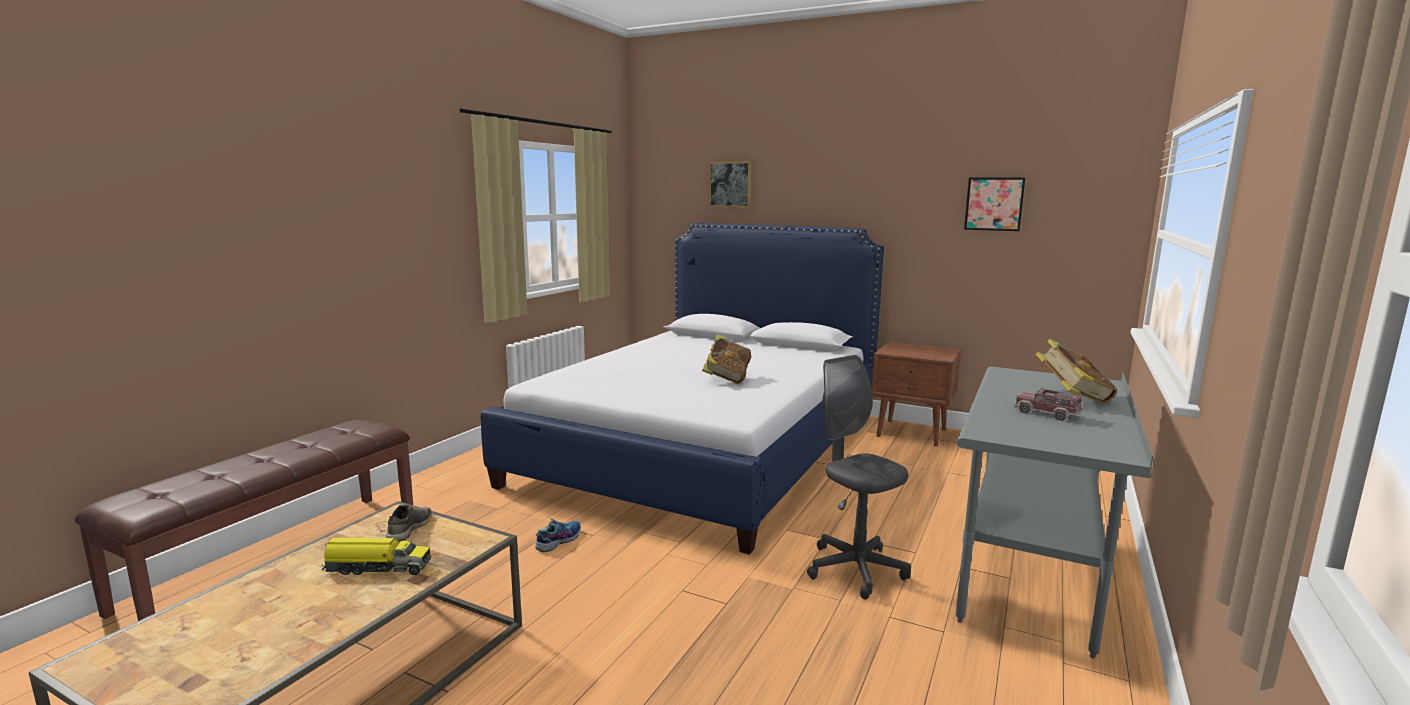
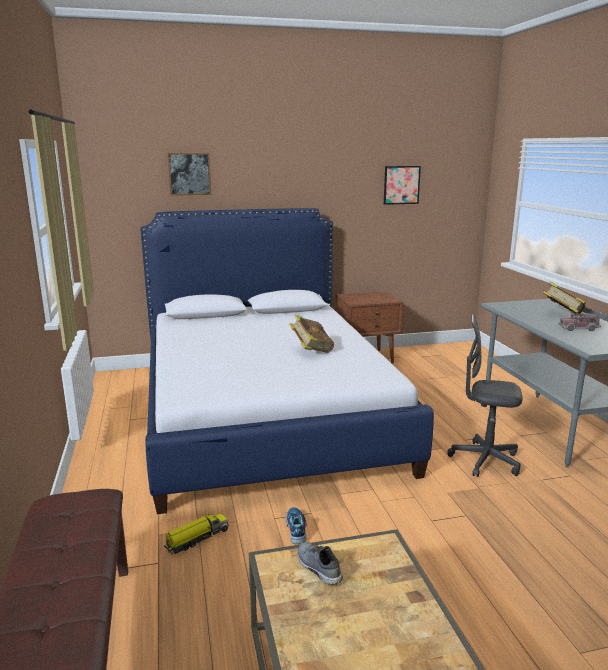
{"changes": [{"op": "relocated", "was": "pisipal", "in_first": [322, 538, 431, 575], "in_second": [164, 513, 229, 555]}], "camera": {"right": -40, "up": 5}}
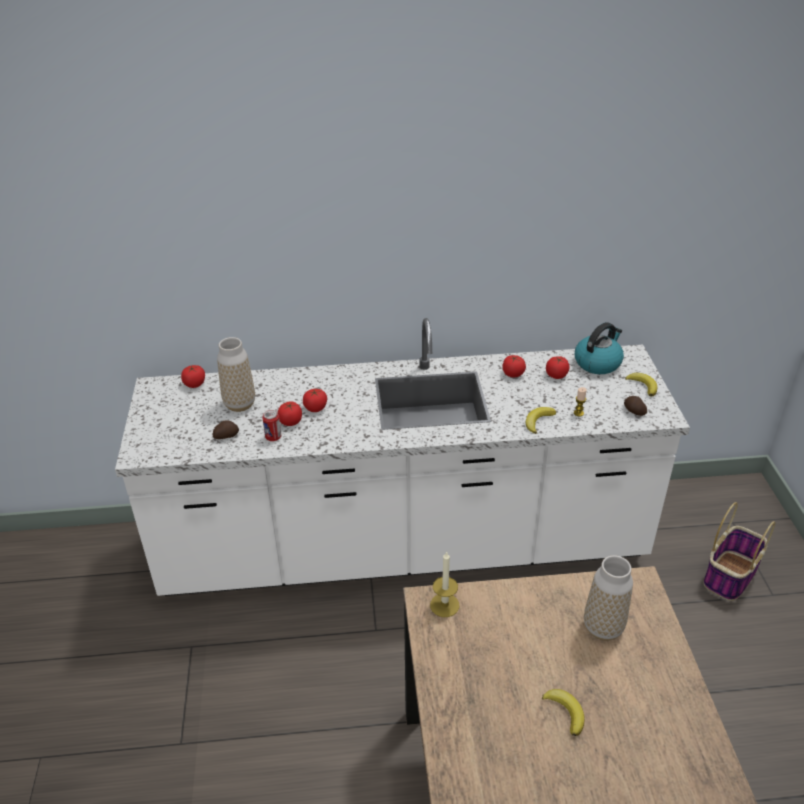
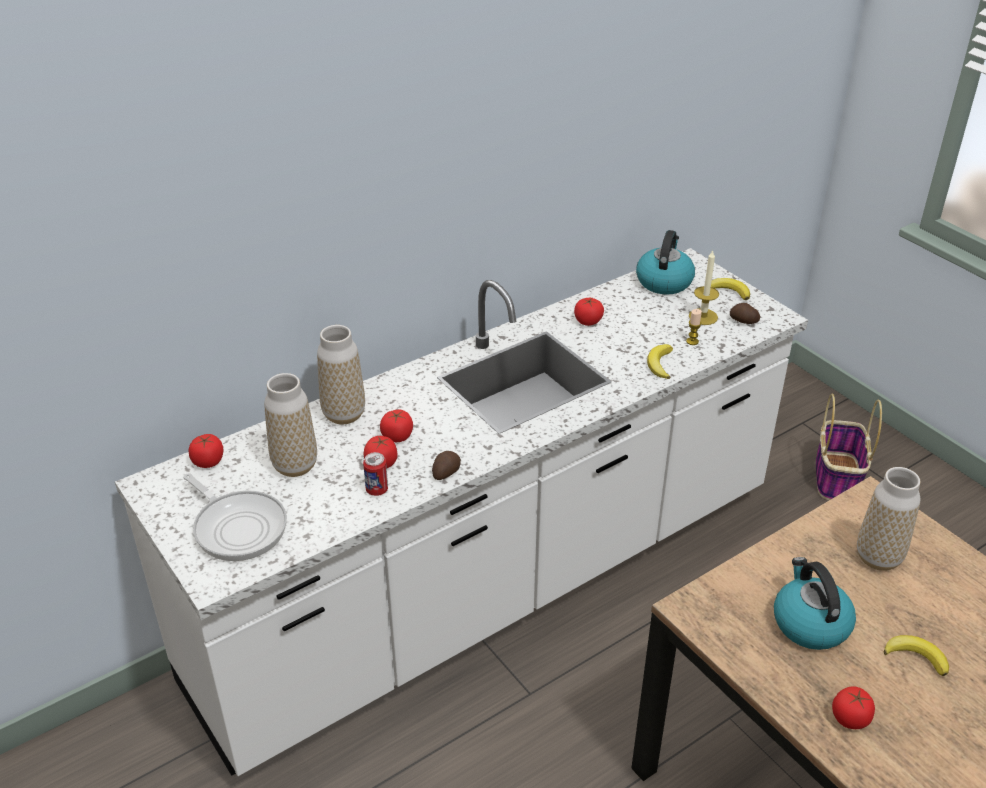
{"changes": [{"op": "relocated", "was": "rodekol", "in_first": [546, 356, 569, 379], "in_second": [832, 686, 875, 729]}, {"op": "relocated", "was": "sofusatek", "in_first": [213, 420, 239, 439], "in_second": [432, 451, 461, 480]}, {"op": "relocated", "was": "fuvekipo", "in_first": [430, 551, 459, 617], "in_second": [689, 250, 719, 325]}, {"op": "appeared", "now": "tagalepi", "in_second": [317, 325, 365, 424]}, {"op": "appeared", "now": "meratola", "in_second": [183, 473, 287, 561]}, {"op": "appeared", "now": "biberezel", "in_second": [774, 557, 856, 650]}], "camera": {"right": -30, "up": 0}}
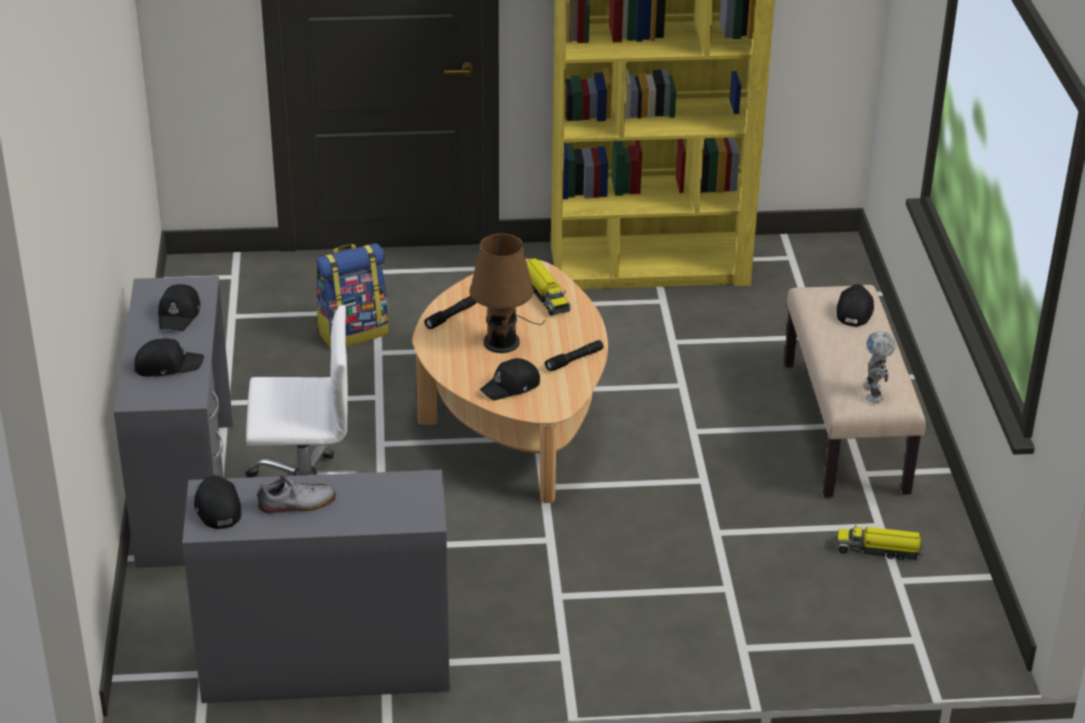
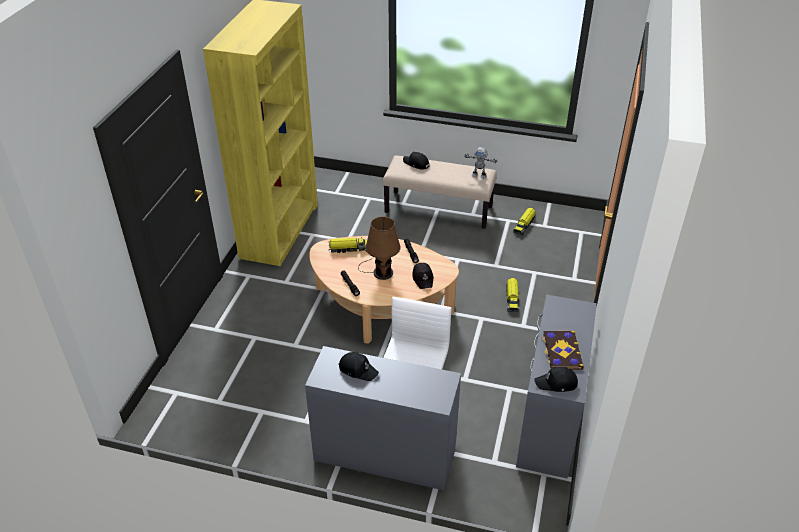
{"changes": [{"op": "missing", "was": "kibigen", "in_first": [315, 243, 389, 348]}, {"op": "missing", "was": "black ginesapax", "in_first": [134, 338, 204, 377]}, {"op": "exchanged", "was": "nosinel", "now": "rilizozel", "in_first": [257, 475, 336, 514], "in_second": [541, 331, 584, 370]}, {"op": "appeared", "now": "pisipal", "in_second": [506, 278, 519, 312]}], "camera": {"right": -70, "up": 5}}
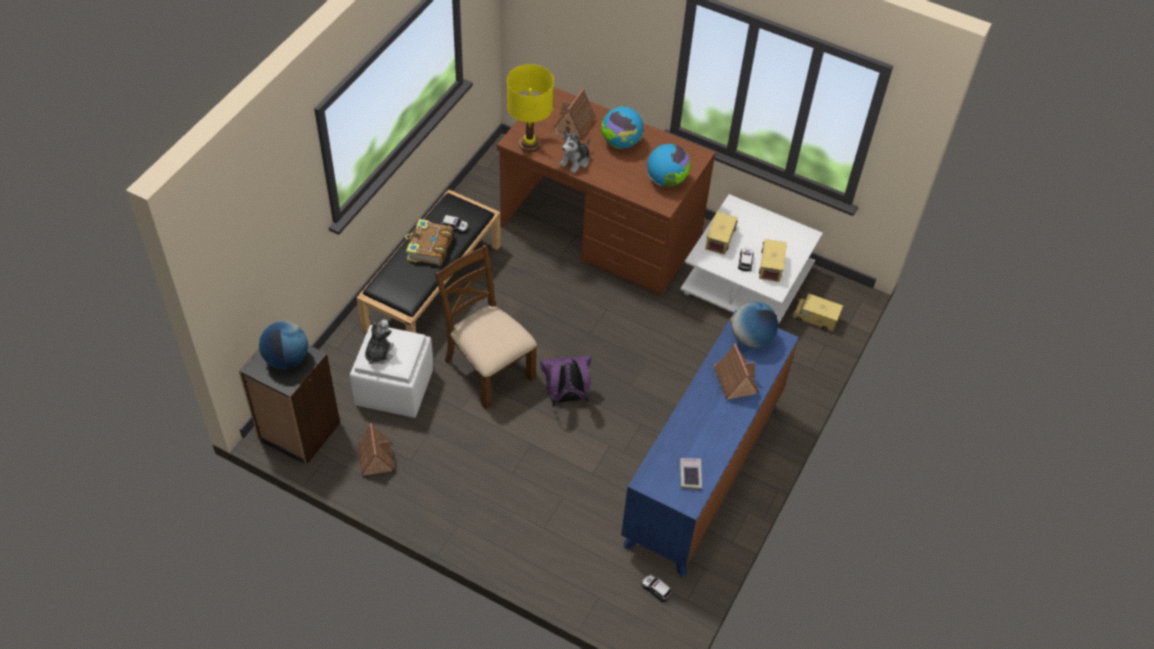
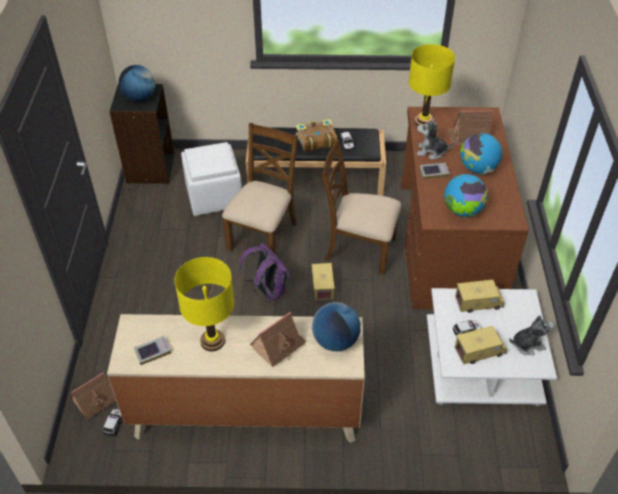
{"changes": [{"op": "relocated", "was": "pisipal", "in_first": [792, 293, 843, 331], "in_second": [311, 263, 335, 300]}, {"op": "colour", "was": "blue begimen", "now": "beige begimen", "in_first": [621, 310, 799, 577], "in_second": [107, 314, 365, 443]}, {"op": "relocated", "was": "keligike", "in_first": [365, 319, 394, 364], "in_second": [509, 315, 554, 355]}, {"op": "relocated", "was": "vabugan", "in_first": [357, 423, 395, 476], "in_second": [71, 372, 116, 420]}, {"op": "appeared", "now": "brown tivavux", "in_second": [321, 140, 401, 275]}, {"op": "appeared", "now": "rilizozel", "in_second": [420, 163, 450, 179]}, {"op": "appeared", "now": "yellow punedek", "in_second": [174, 257, 234, 351]}], "camera": {"right": 65, "up": -5}}
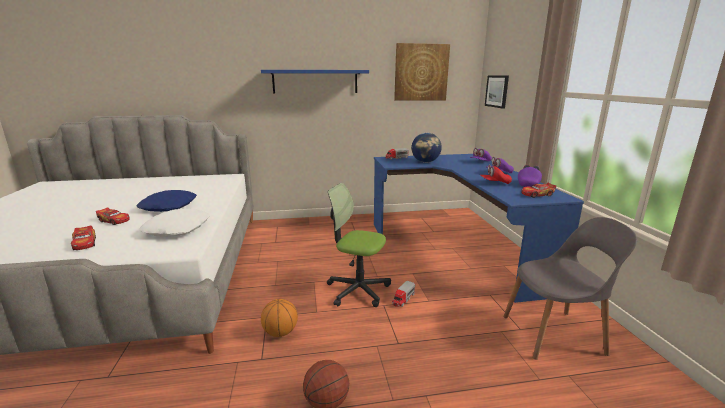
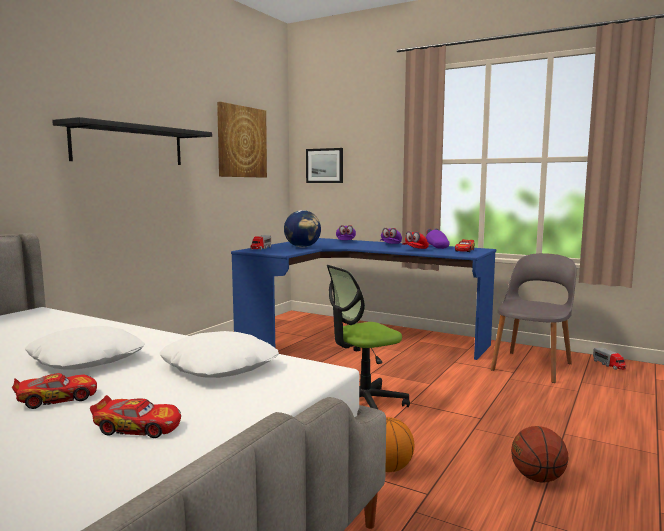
{"changes": [{"op": "colour", "was": "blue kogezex", "now": "black kogezex", "in_first": [261, 70, 369, 94], "in_second": [52, 117, 212, 165]}, {"op": "colour", "was": "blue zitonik", "now": "white zitonik", "in_first": [137, 190, 197, 212], "in_second": [25, 326, 145, 369]}, {"op": "relocated", "was": "pisipal", "in_first": [392, 281, 415, 307], "in_second": [593, 348, 626, 370]}], "camera": {"right": -50, "up": -10}}
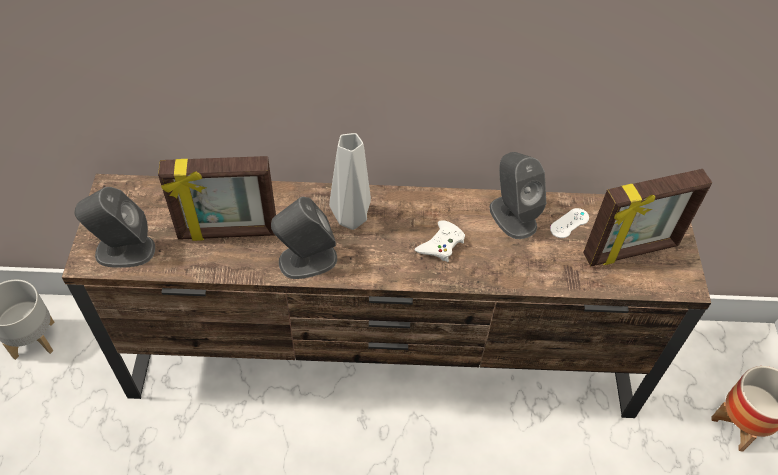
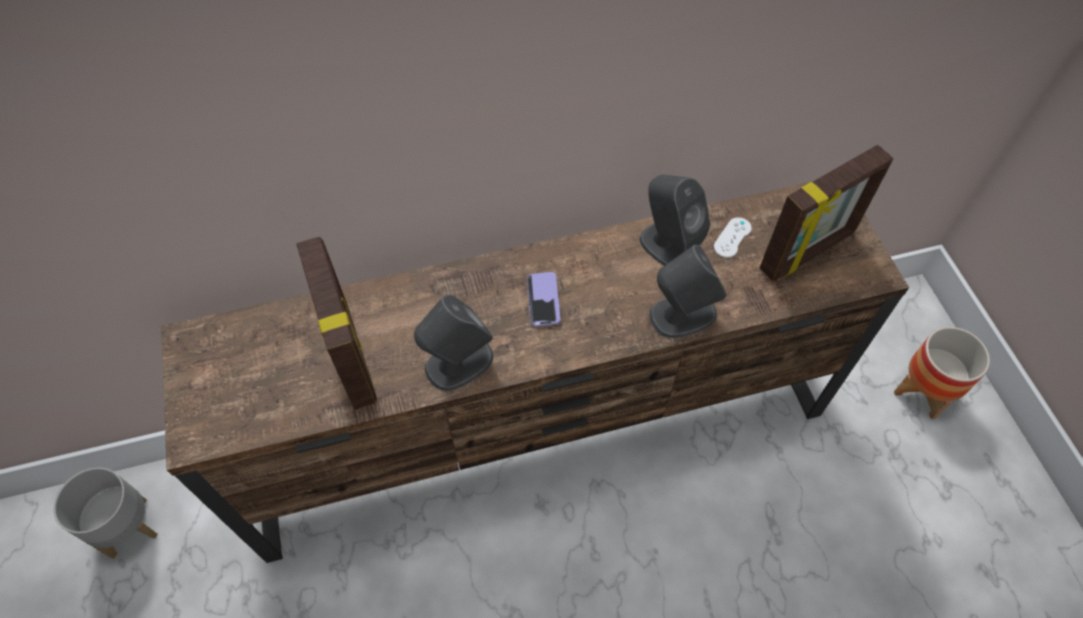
{"changes": [{"op": "missing", "was": "grey tagalepi", "in_first": [329, 133, 371, 230]}, {"op": "spun", "was": "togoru", "in_first": [158, 156, 276, 241], "in_second": [296, 237, 377, 410], "clockwise": -90}, {"op": "relocated", "was": "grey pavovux", "in_first": [75, 187, 155, 268], "in_second": [649, 245, 727, 338]}, {"op": "missing", "was": "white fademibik", "in_first": [414, 220, 465, 262]}, {"op": "appeared", "now": "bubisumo", "in_second": [527, 272, 561, 327]}], "camera": {"right": -15, "up": 5}}
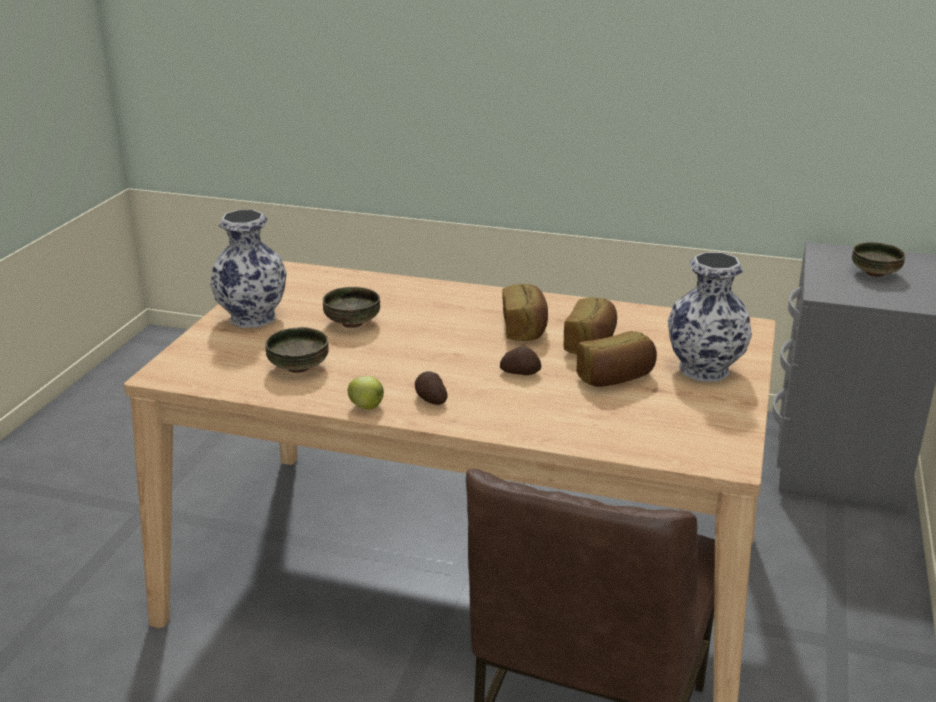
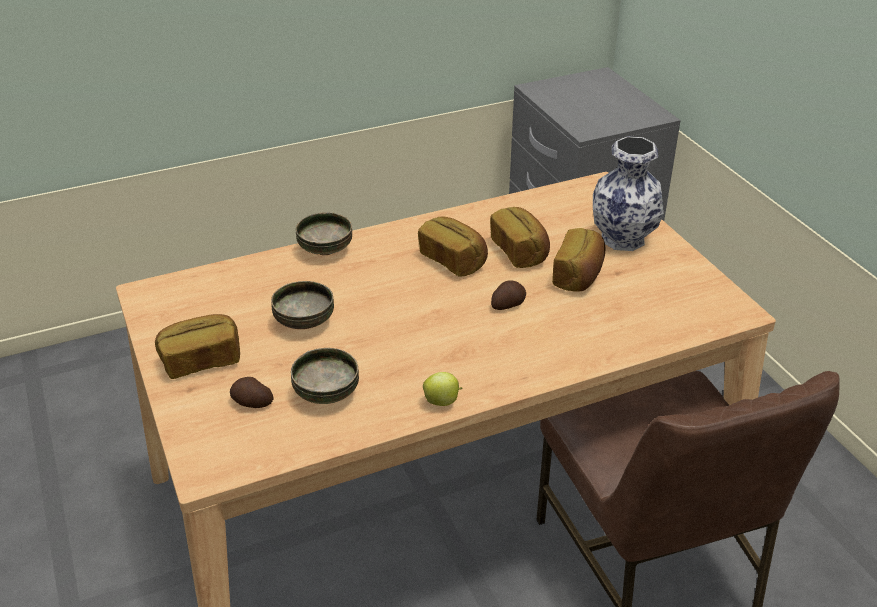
{"changes": [{"op": "exchanged", "was": "tagalepi", "now": "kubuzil", "in_first": [210, 210, 287, 328], "in_second": [155, 314, 240, 379]}, {"op": "relocated", "was": "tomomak", "in_first": [852, 242, 906, 277], "in_second": [296, 212, 352, 255]}, {"op": "relocated", "was": "sofusatek", "in_first": [415, 371, 448, 405], "in_second": [230, 377, 274, 408]}], "camera": {"right": -40, "up": 10}}
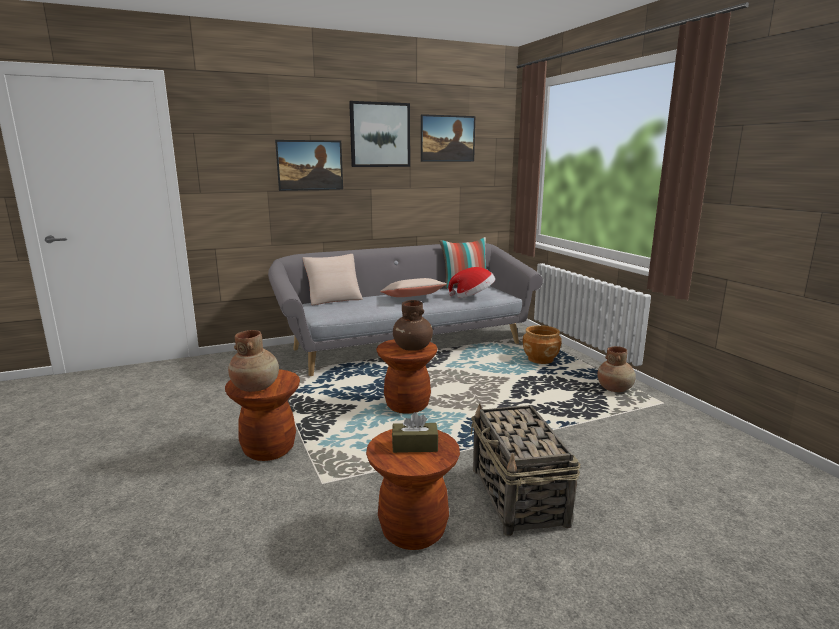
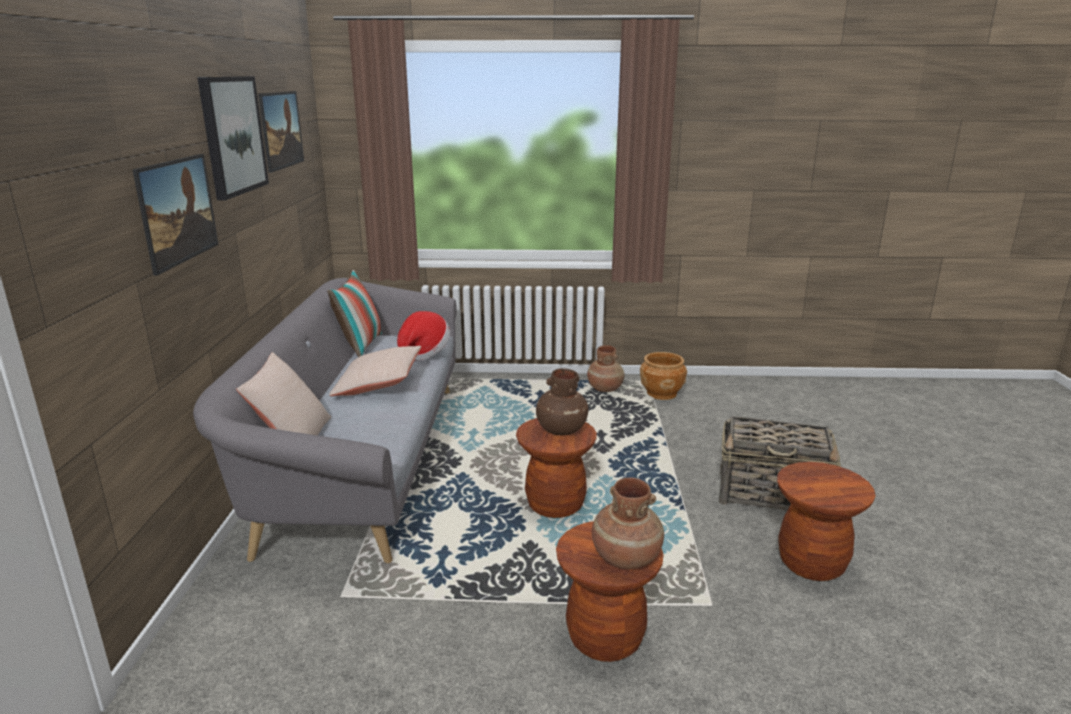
{"changes": [{"op": "relocated", "was": "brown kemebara", "in_first": [523, 325, 562, 364], "in_second": [640, 352, 687, 400]}, {"op": "missing", "was": "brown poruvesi", "in_first": [392, 412, 438, 453]}], "camera": {"right": -65, "up": 5}}
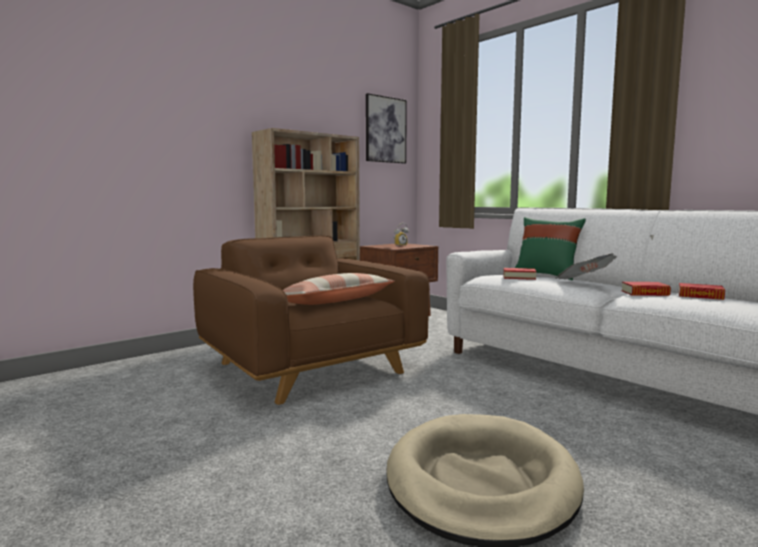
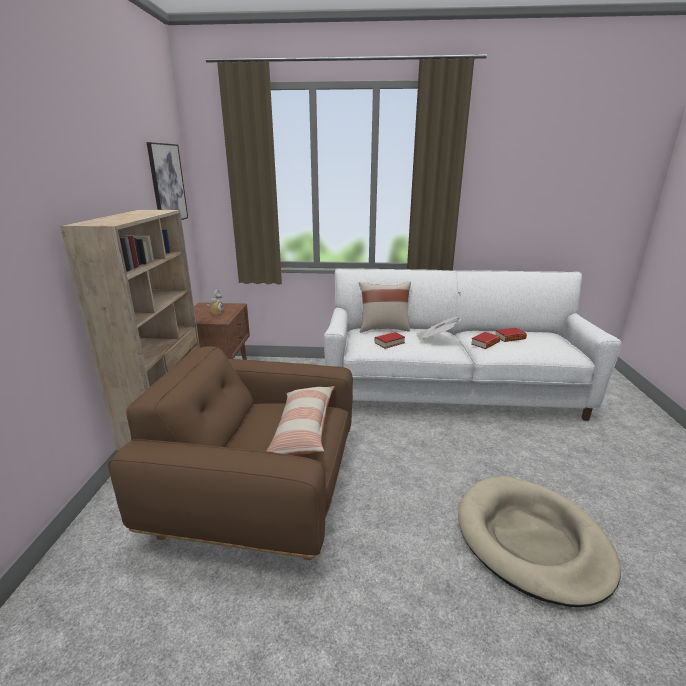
{"changes": [{"op": "colour", "was": "green zitonik", "now": "beige zitonik", "in_first": [515, 217, 586, 280], "in_second": [359, 281, 411, 332]}], "camera": {"right": -45, "up": 15}}
